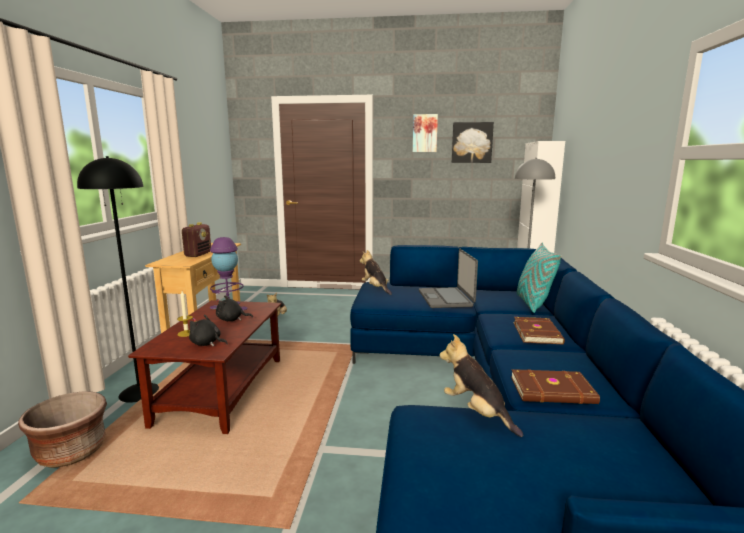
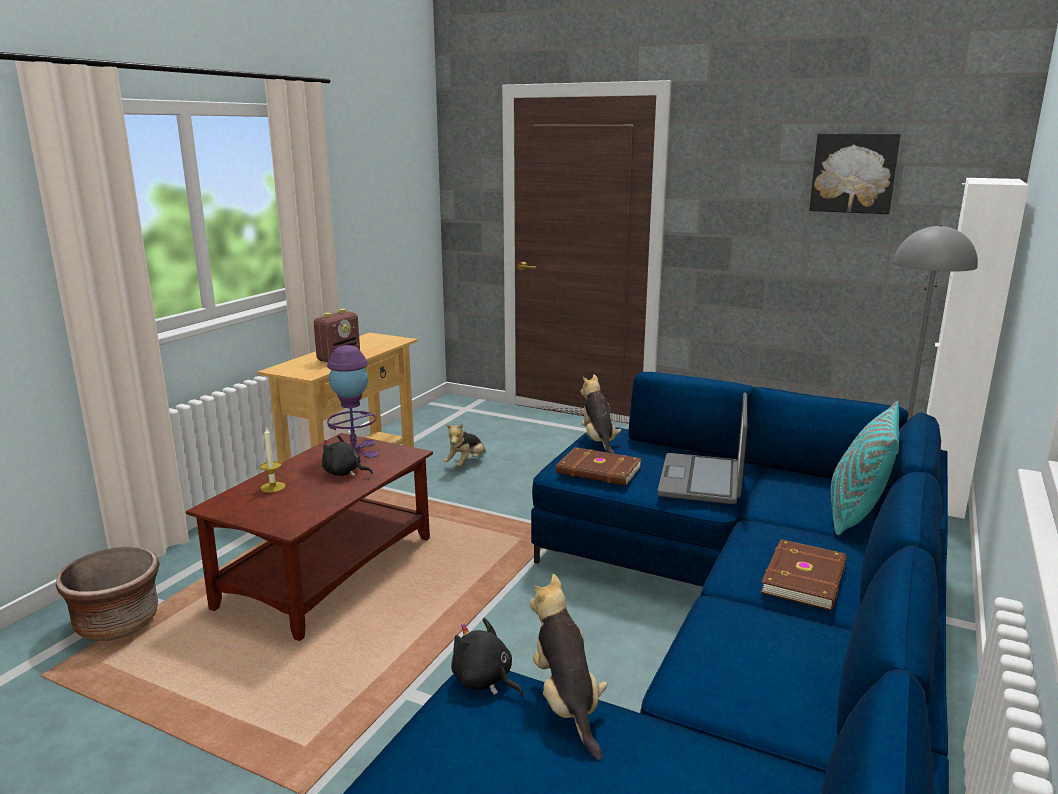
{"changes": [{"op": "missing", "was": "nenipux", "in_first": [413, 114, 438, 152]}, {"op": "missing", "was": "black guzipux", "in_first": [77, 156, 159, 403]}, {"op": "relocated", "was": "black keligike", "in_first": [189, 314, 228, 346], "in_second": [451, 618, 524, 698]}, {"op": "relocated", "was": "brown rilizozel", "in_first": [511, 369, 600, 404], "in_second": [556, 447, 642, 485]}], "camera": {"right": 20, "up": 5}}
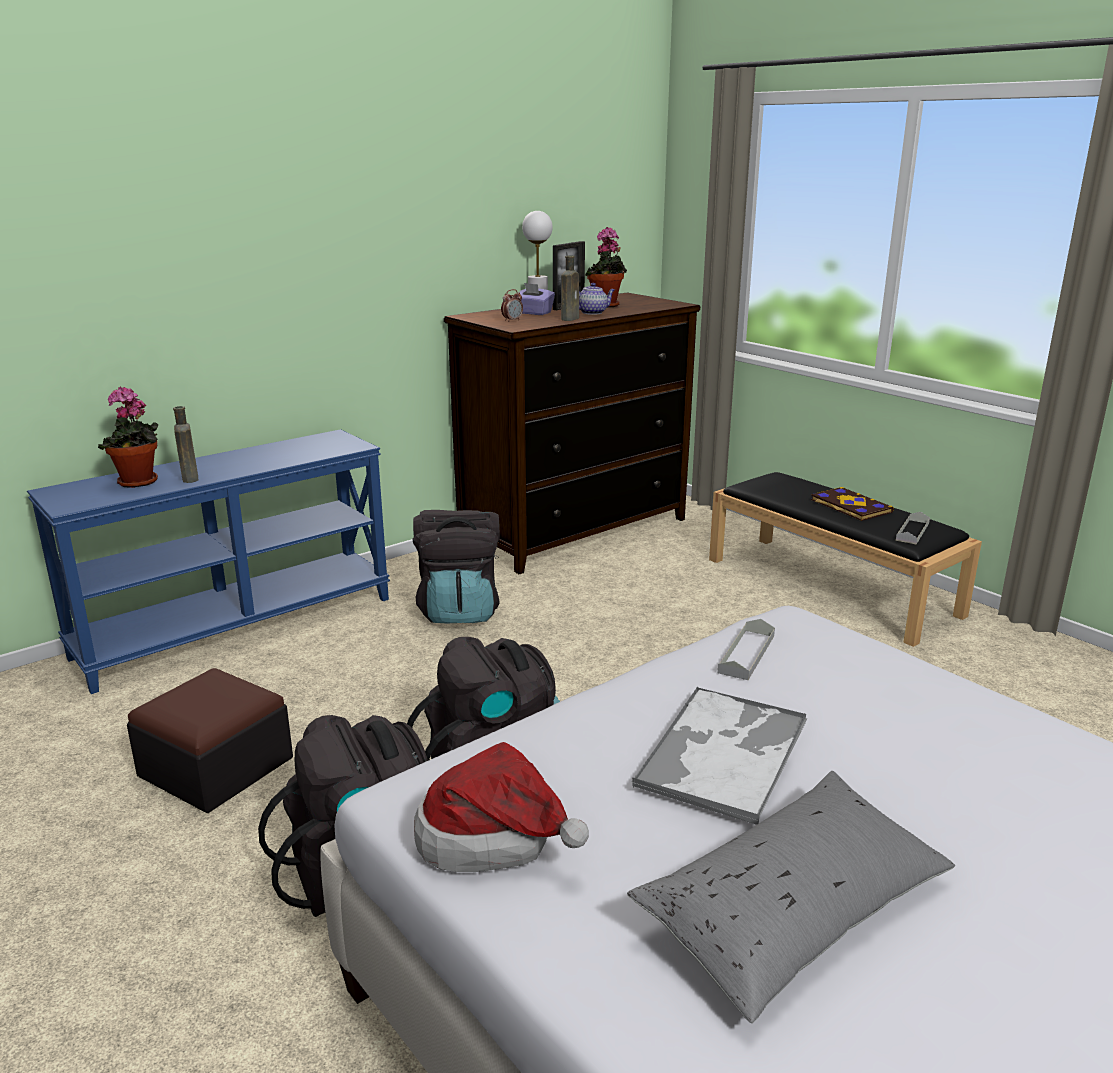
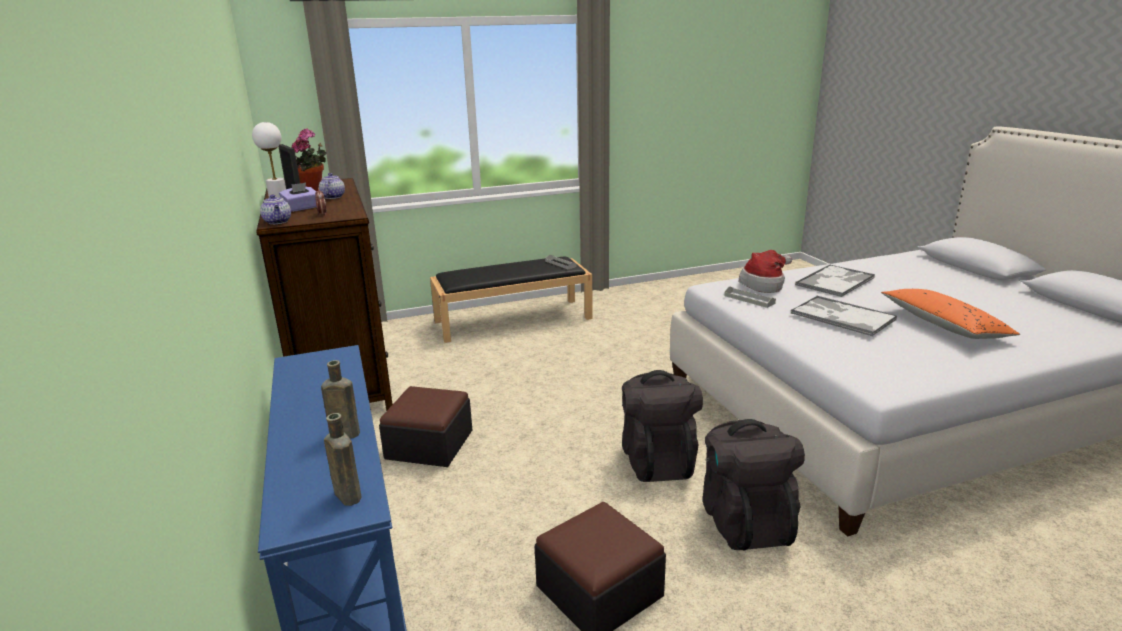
{"changes": [{"op": "relocated", "was": "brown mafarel", "in_first": [561, 256, 579, 321], "in_second": [324, 413, 362, 506]}, {"op": "missing", "was": "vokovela", "in_first": [98, 387, 158, 488]}, {"op": "missing", "was": "rilizozel", "in_first": [811, 487, 894, 521]}, {"op": "exchanged", "was": "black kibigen", "now": "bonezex", "in_first": [412, 510, 500, 624], "in_second": [379, 386, 472, 467]}, {"op": "relocated", "was": "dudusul", "in_first": [414, 742, 589, 872], "in_second": [739, 250, 792, 293]}, {"op": "colour", "was": "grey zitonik", "now": "orange zitonik", "in_first": [627, 771, 955, 1023], "in_second": [881, 289, 1020, 339]}, {"op": "appeared", "now": "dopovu", "in_second": [260, 195, 291, 224]}, {"op": "appeared", "now": "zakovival", "in_second": [795, 265, 875, 297]}], "camera": {"right": -70, "up": 0}}
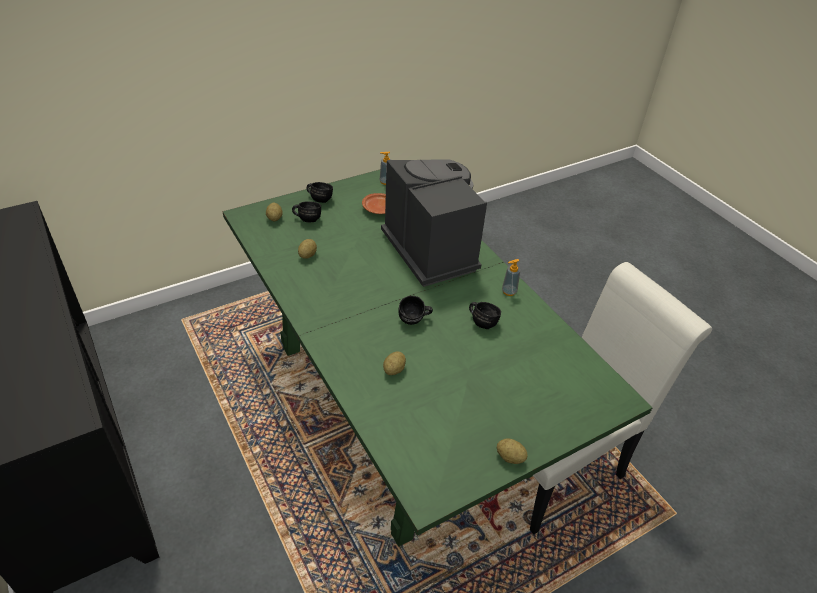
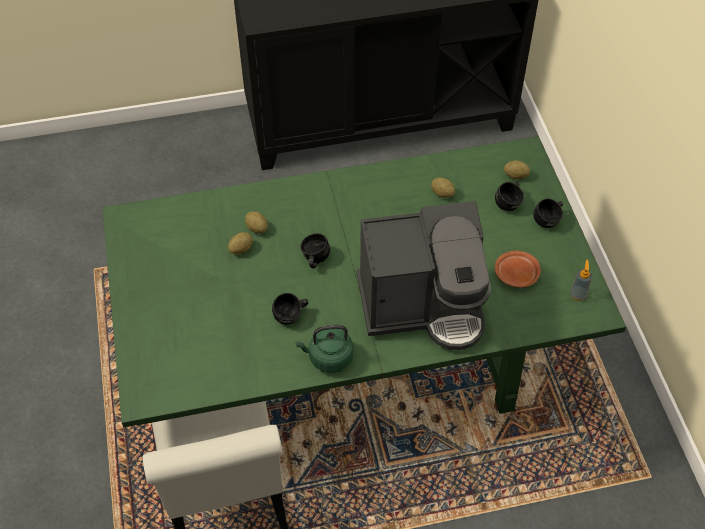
{"changes": [{"op": "exchanged", "was": "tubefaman", "now": "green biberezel", "in_first": [502, 259, 520, 296], "in_second": [295, 325, 353, 373]}, {"op": "relocated", "was": "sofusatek", "in_first": [497, 438, 528, 464], "in_second": [228, 232, 253, 255]}], "camera": {"right": 110, "up": 10}}
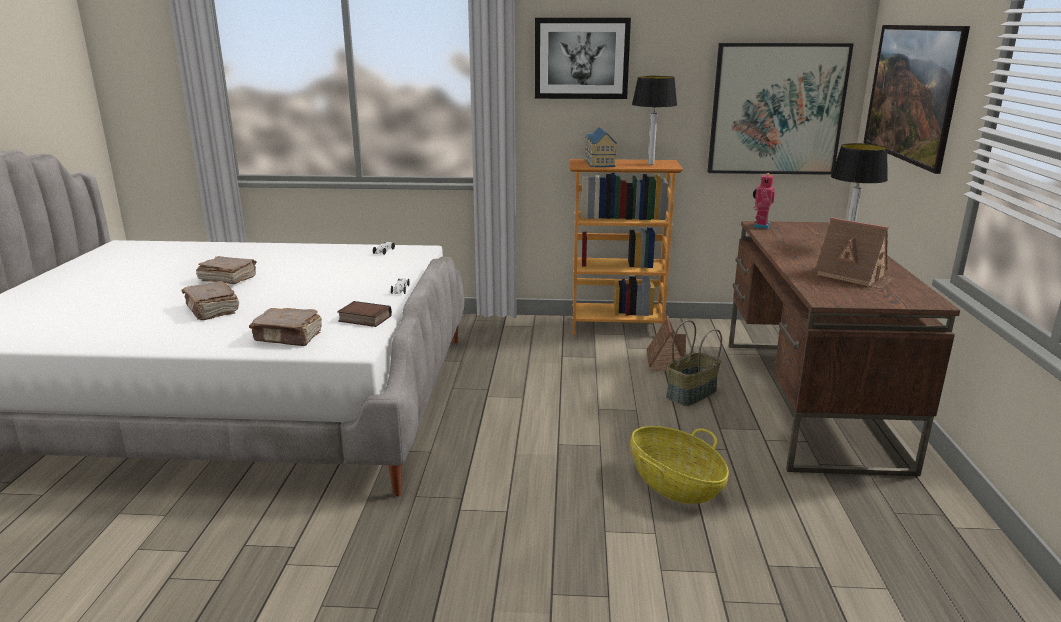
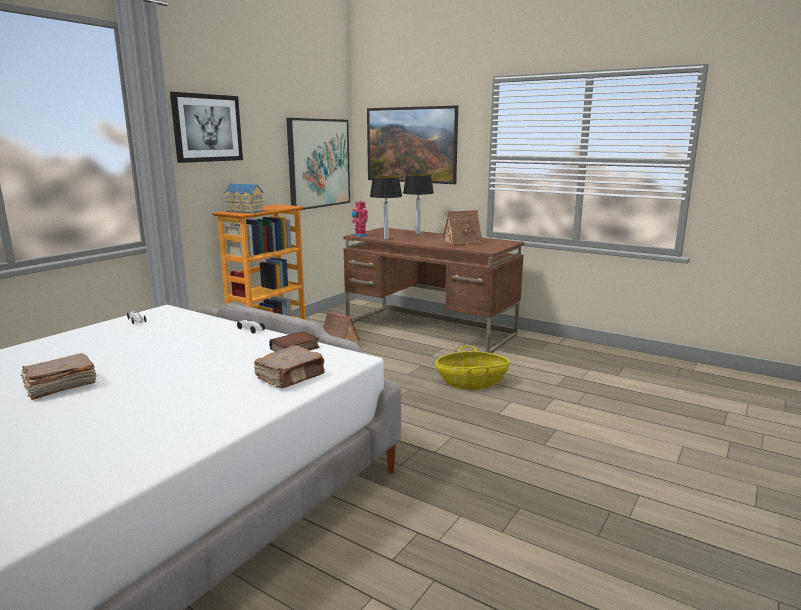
{"changes": [{"op": "relocated", "was": "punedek", "in_first": [632, 76, 677, 165], "in_second": [370, 176, 402, 239]}, {"op": "missing", "was": "brown rilizozel", "in_first": [181, 281, 239, 320]}, {"op": "missing", "was": "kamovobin", "in_first": [666, 320, 722, 406]}], "camera": {"right": -60, "up": -5}}
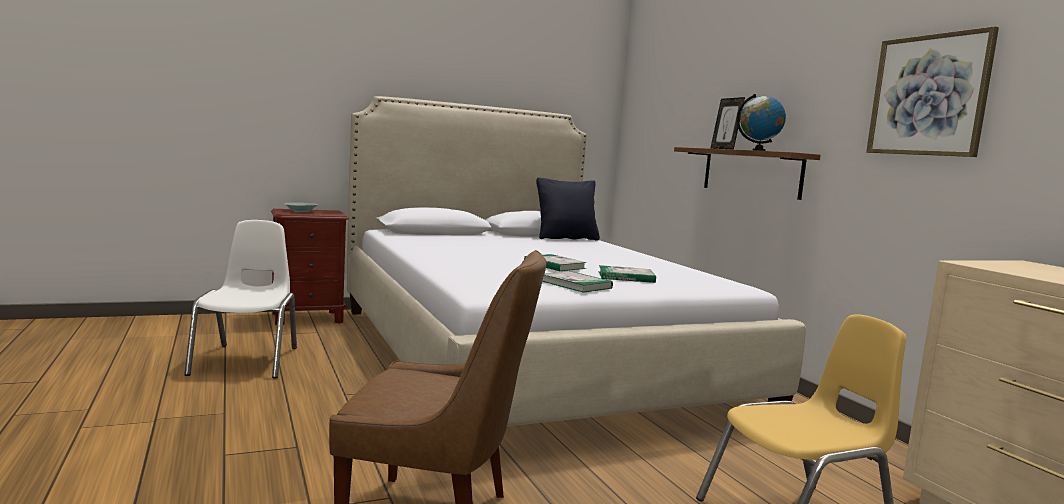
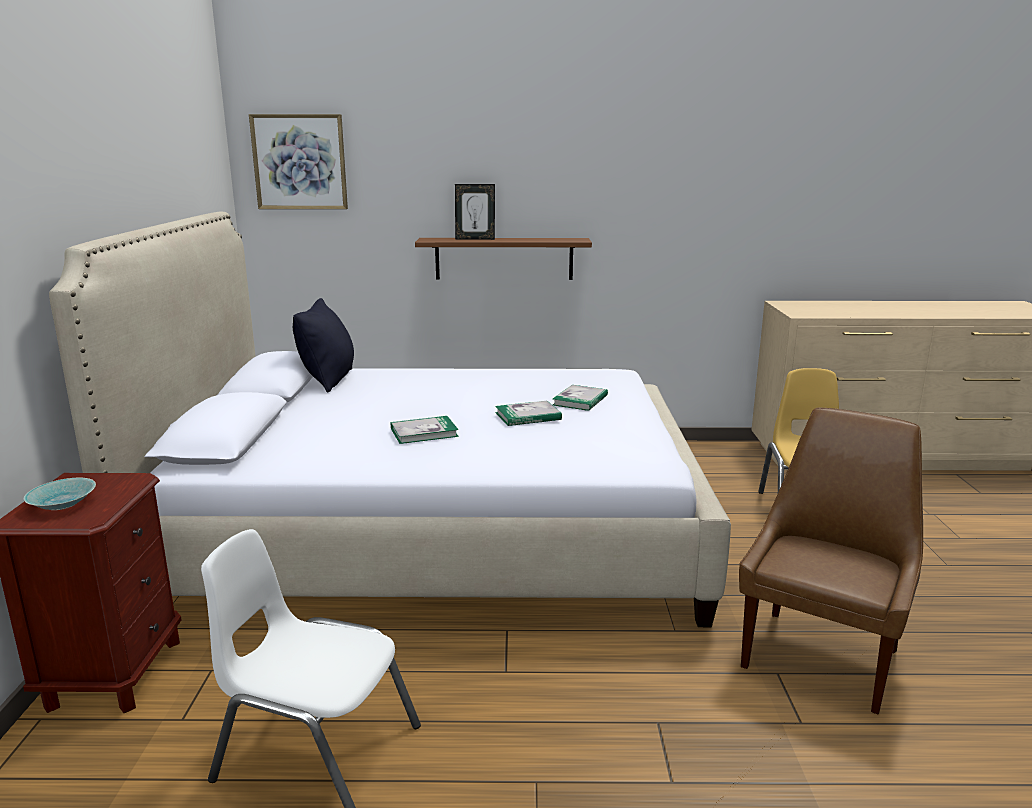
{"changes": [{"op": "relocated", "was": "nenipux", "in_first": [866, 26, 999, 157], "in_second": [249, 114, 348, 209]}, {"op": "missing", "was": "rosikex", "in_first": [737, 94, 786, 151]}, {"op": "relocated", "was": "rilizozel", "in_first": [543, 271, 613, 293], "in_second": [391, 416, 459, 444]}], "camera": {"right": -65, "up": 10}}
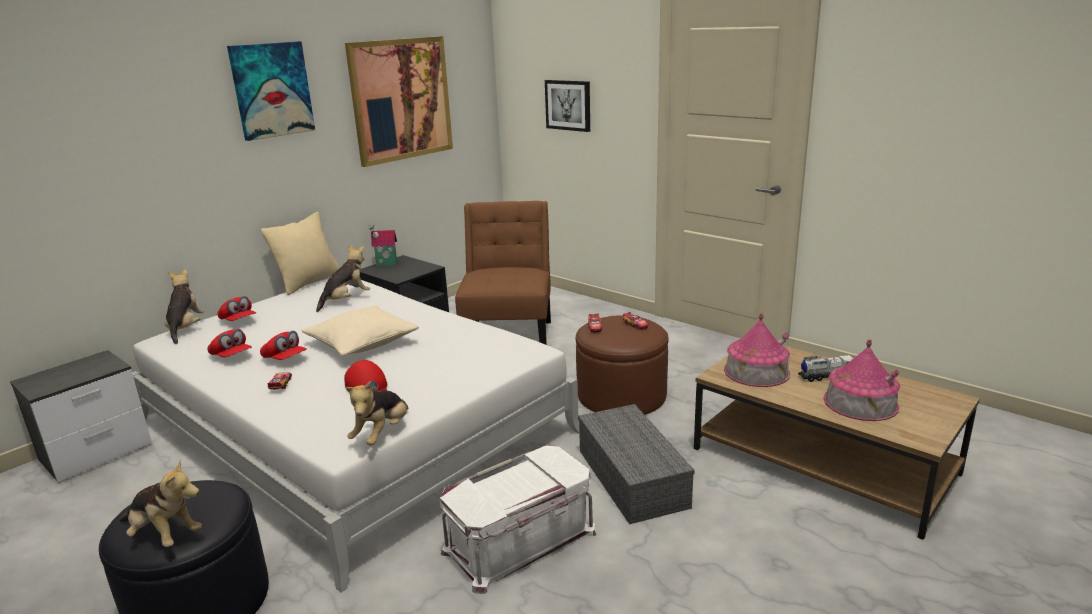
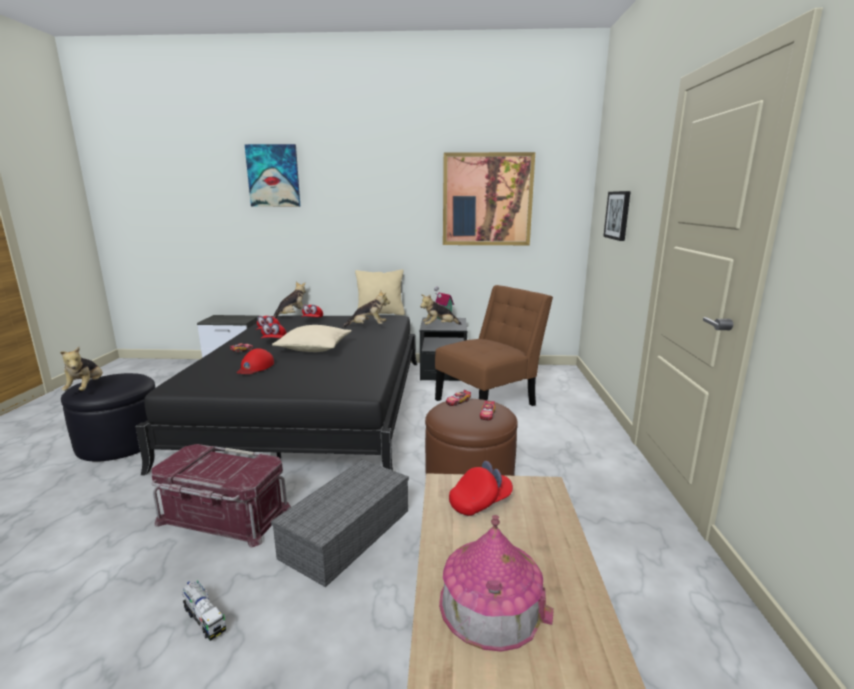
{"changes": [{"op": "relocated", "was": "nenipux", "in_first": [227, 41, 315, 141], "in_second": [245, 144, 301, 207]}, {"op": "colour", "was": "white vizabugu", "now": "black vizabugu", "in_first": [132, 278, 579, 592], "in_second": [135, 315, 417, 475]}, {"op": "exchanged", "was": "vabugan", "now": "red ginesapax", "in_first": [724, 313, 790, 387], "in_second": [449, 461, 513, 516]}, {"op": "relocated", "was": "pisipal", "in_first": [798, 355, 854, 382], "in_second": [182, 580, 226, 641]}, {"op": "relocated", "was": "keligike", "in_first": [346, 381, 408, 446], "in_second": [420, 294, 461, 325]}, {"op": "colour", "was": "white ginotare", "now": "red ginotare", "in_first": [440, 446, 597, 594], "in_second": [151, 444, 291, 547]}], "camera": {"right": 50, "up": -5}}
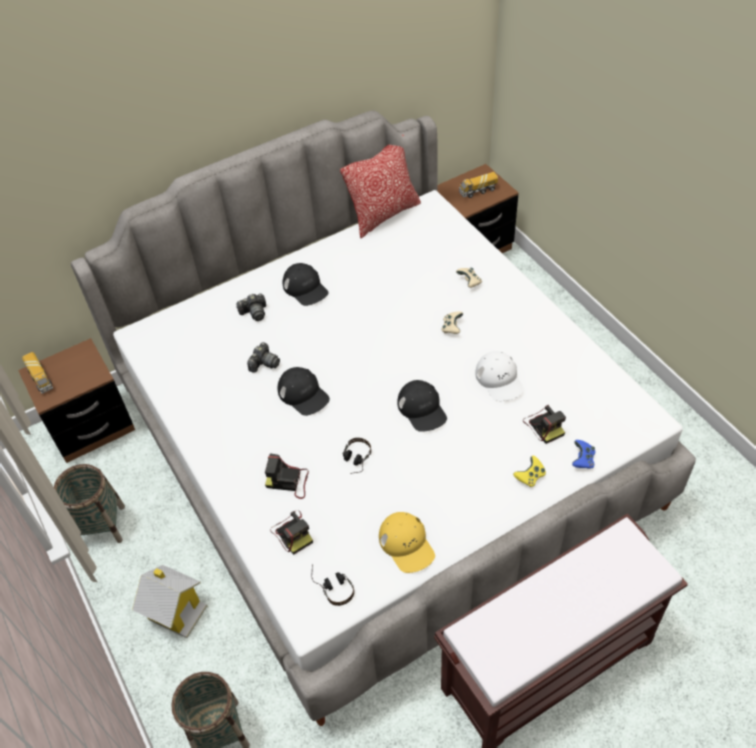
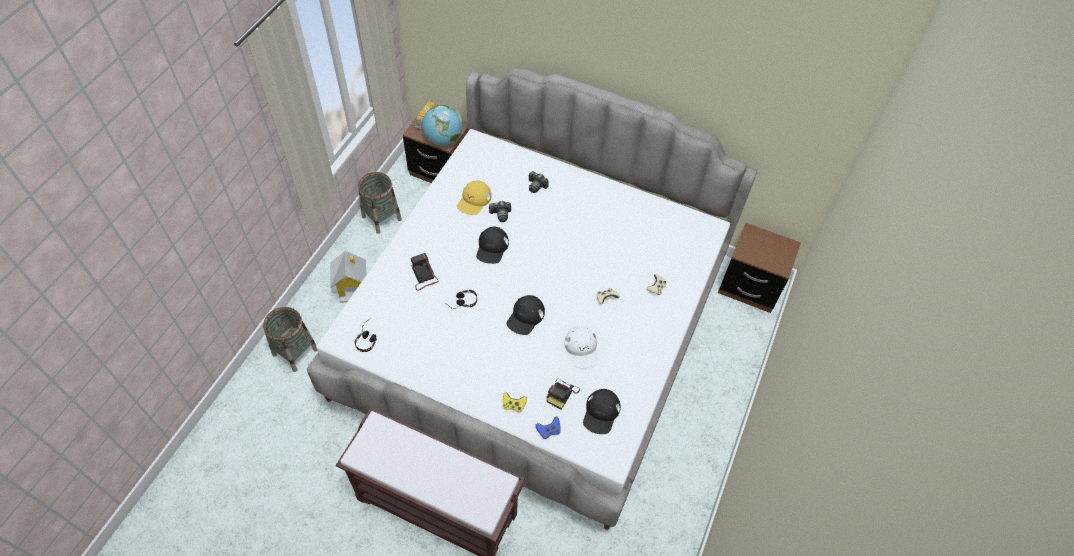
{"changes": [{"op": "missing", "was": "zitonik", "in_first": [340, 135, 421, 238]}, {"op": "missing", "was": "pisipal", "in_first": [459, 172, 498, 198]}, {"op": "relocated", "was": "black ginesapax", "in_first": [283, 263, 329, 306], "in_second": [583, 389, 621, 434]}, {"op": "spun", "was": "white ginesapax", "in_first": [475, 351, 524, 401], "in_second": [564, 326, 599, 368], "clockwise": -45}, {"op": "missing", "was": "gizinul", "in_first": [270, 510, 313, 555]}, {"op": "relocated", "was": "yellow ginesapax", "in_first": [379, 512, 435, 573], "in_second": [457, 180, 491, 215]}, {"op": "appeared", "now": "rosikex", "in_second": [422, 104, 463, 146]}], "camera": {"right": 50, "up": 5}}
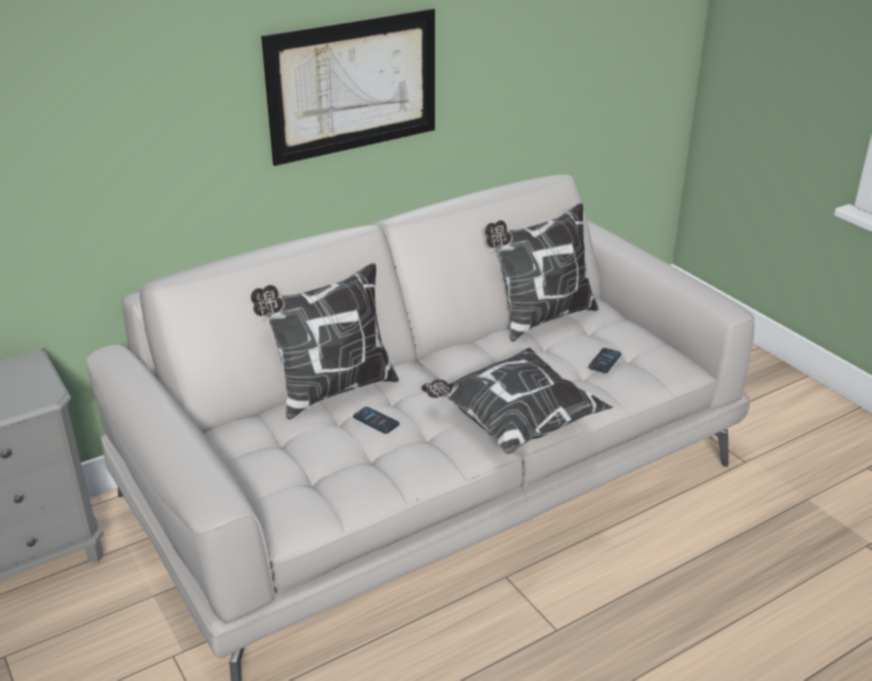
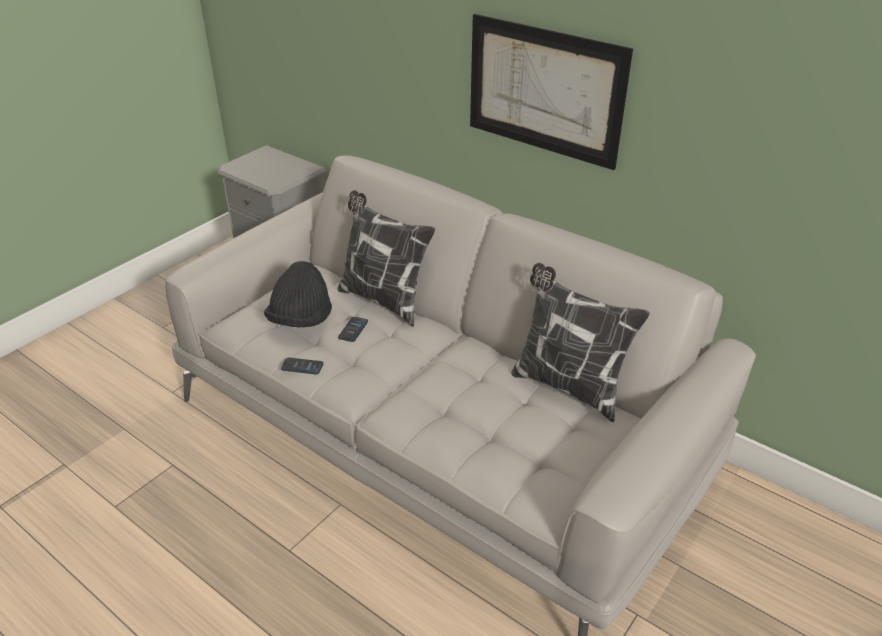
{"changes": [{"op": "missing", "was": "zitonik", "in_first": [421, 347, 613, 454]}, {"op": "relocated", "was": "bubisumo", "in_first": [589, 348, 621, 373], "in_second": [281, 358, 323, 374]}, {"op": "appeared", "now": "black dudusul", "in_second": [264, 261, 332, 328]}], "camera": {"right": 70, "up": 5}}
